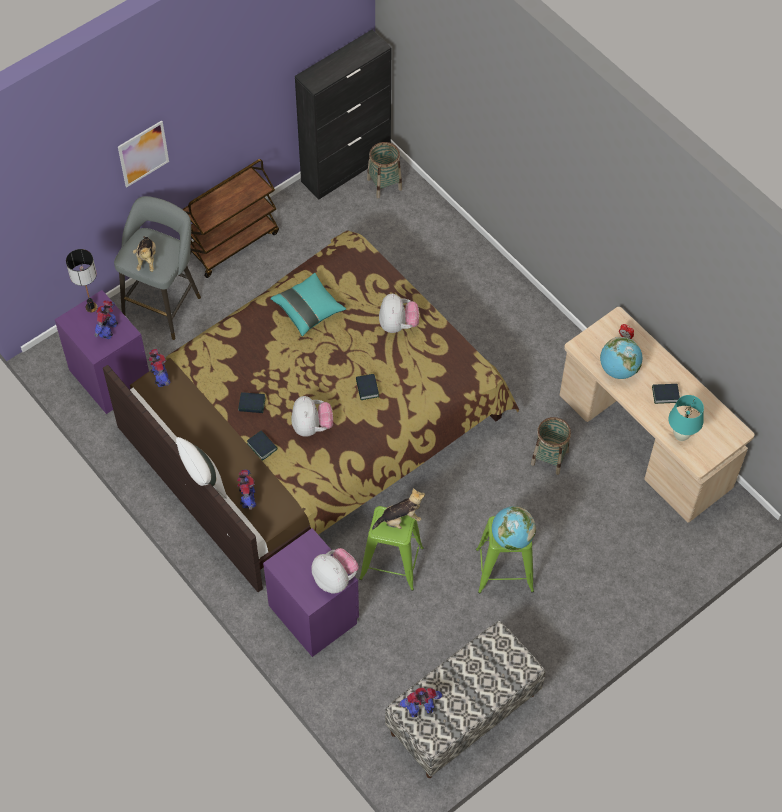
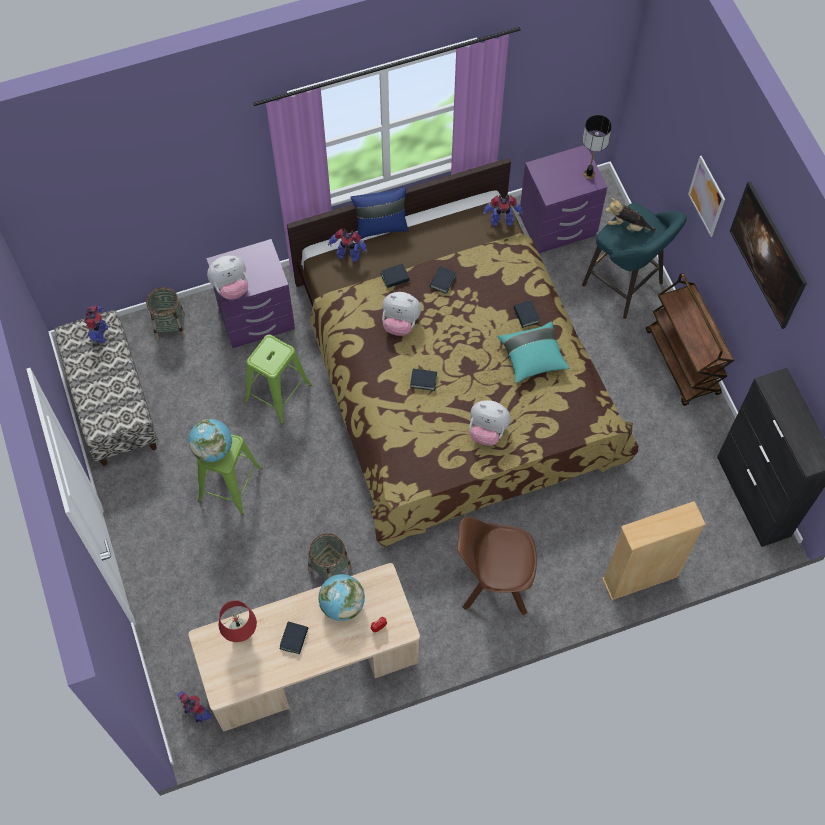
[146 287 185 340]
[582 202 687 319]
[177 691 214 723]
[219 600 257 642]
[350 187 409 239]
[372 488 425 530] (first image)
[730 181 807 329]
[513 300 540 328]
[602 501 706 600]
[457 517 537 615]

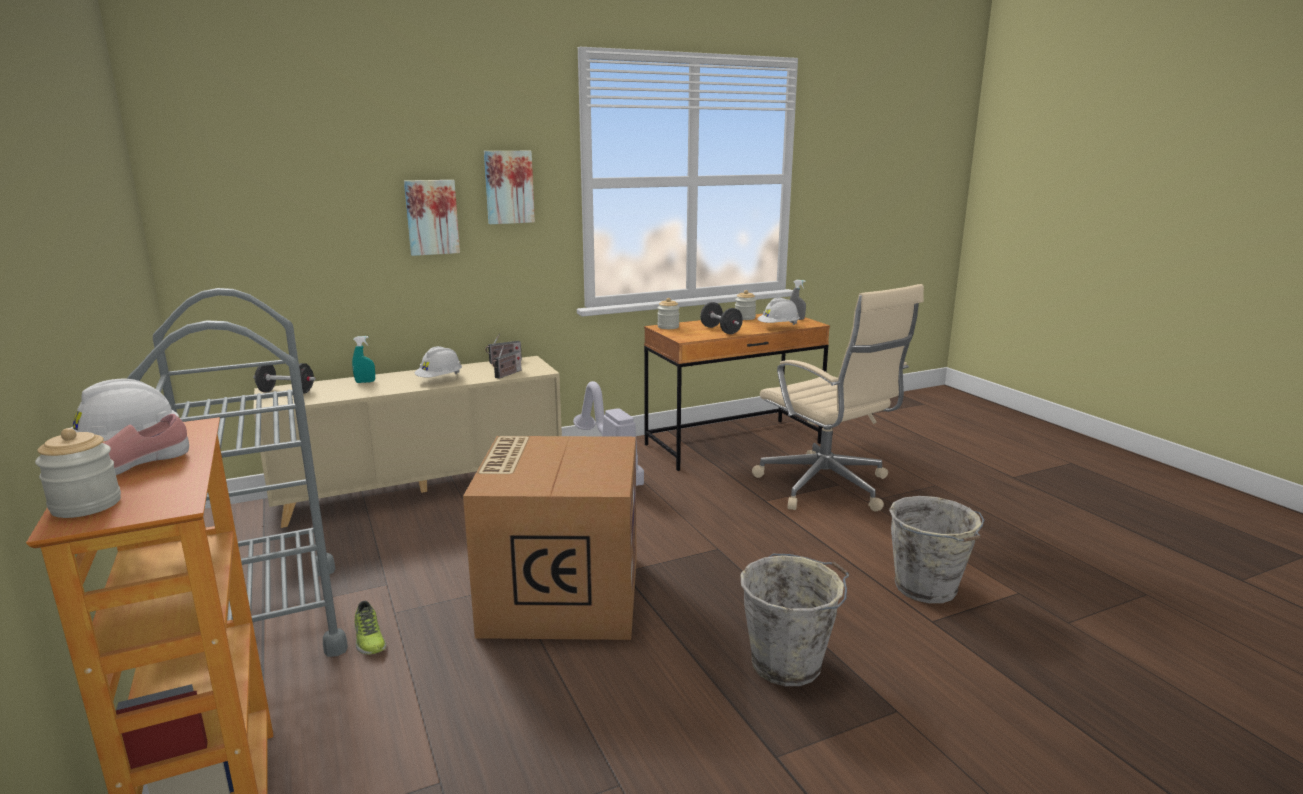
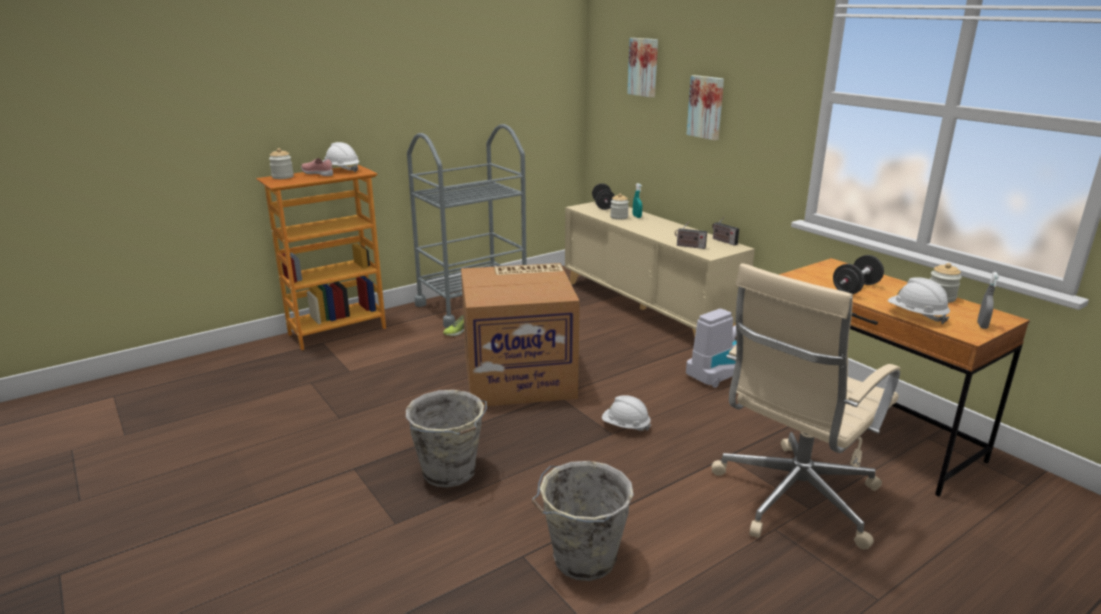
[627 38 658 98]
[610 193 629 220]
[602 395 651 431]

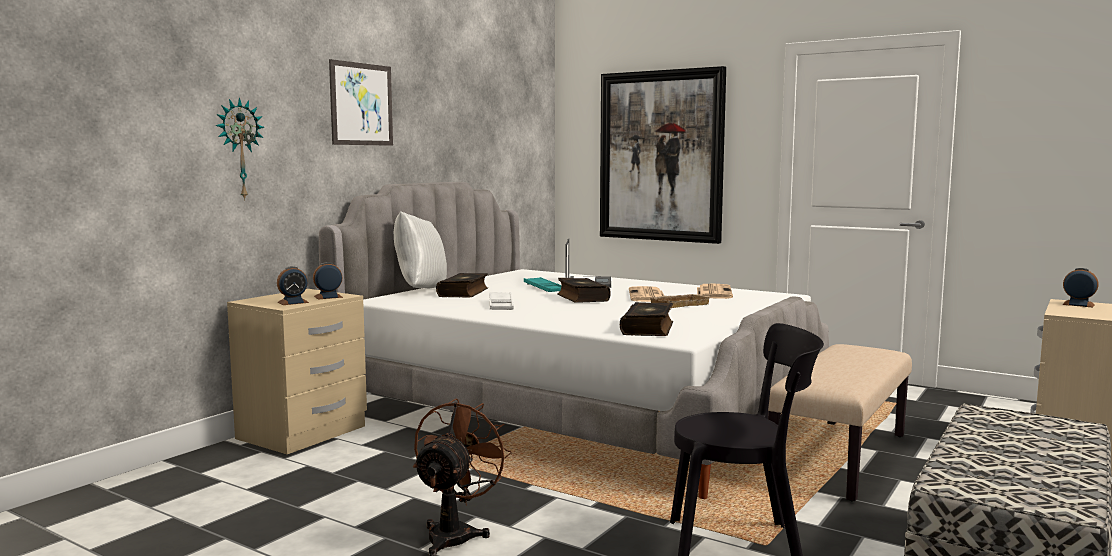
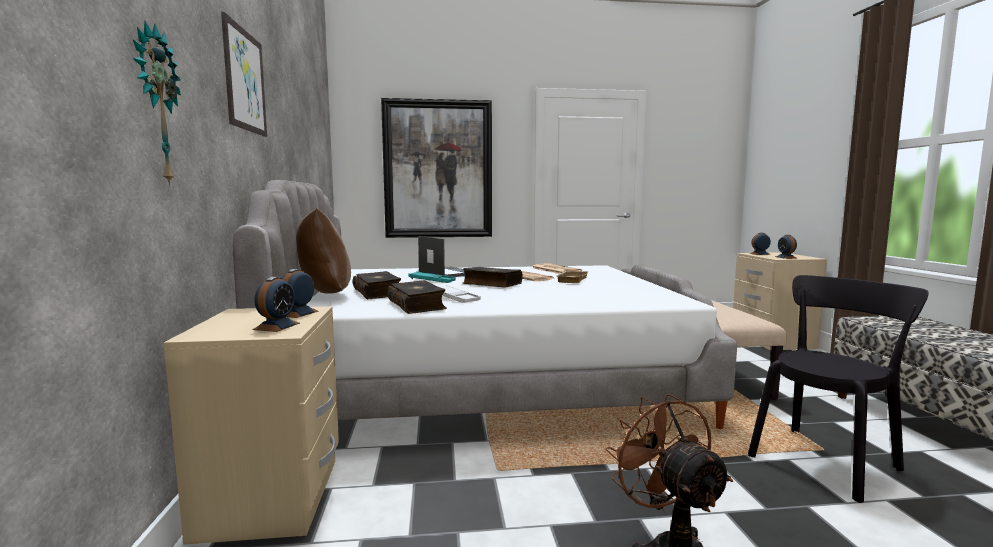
[295 208 351 294]
[387 280 447 314]
[775 235 798 259]

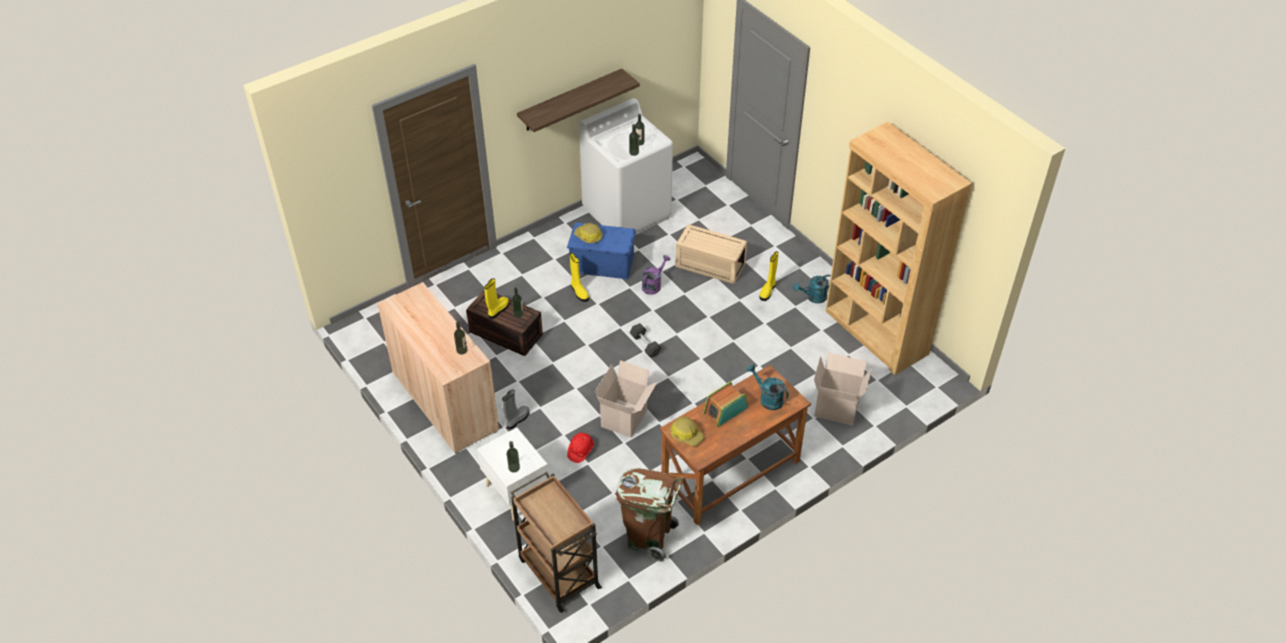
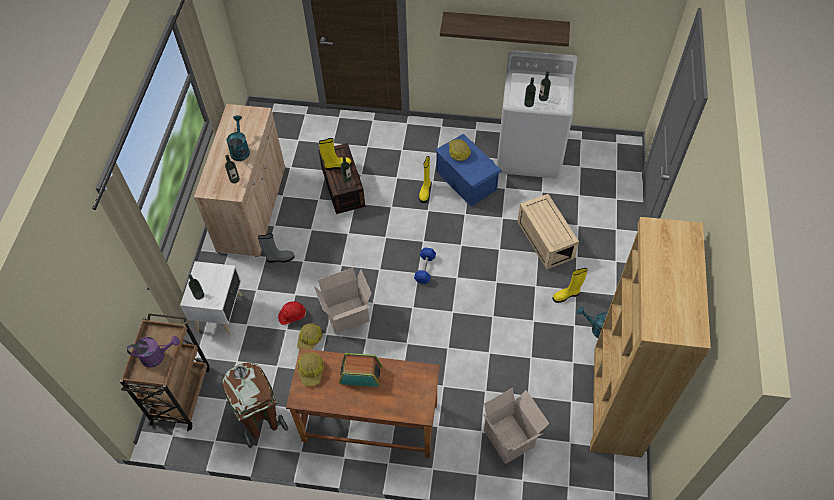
[127 336 180 368]
[414 247 436 284]
[227 115 250 161]
[297 323 323 350]

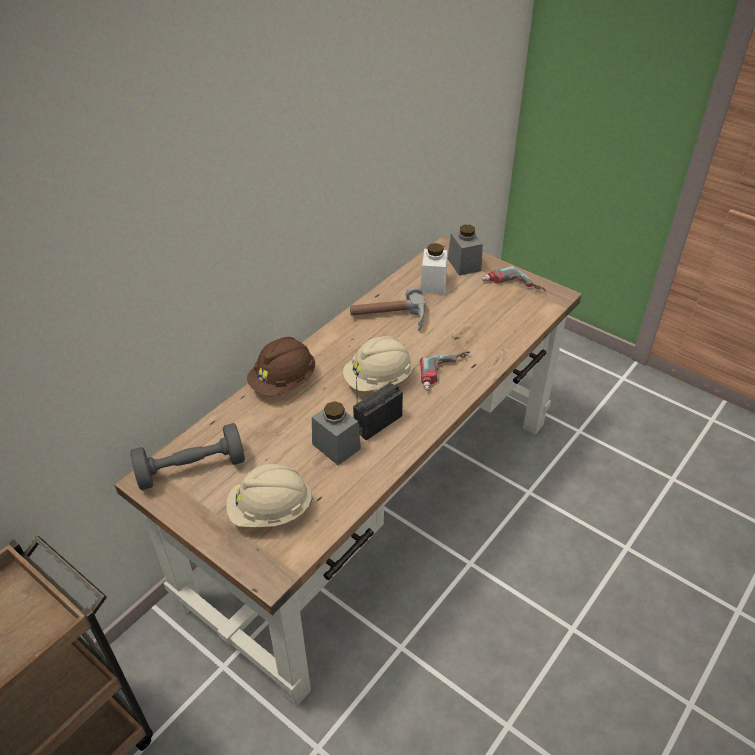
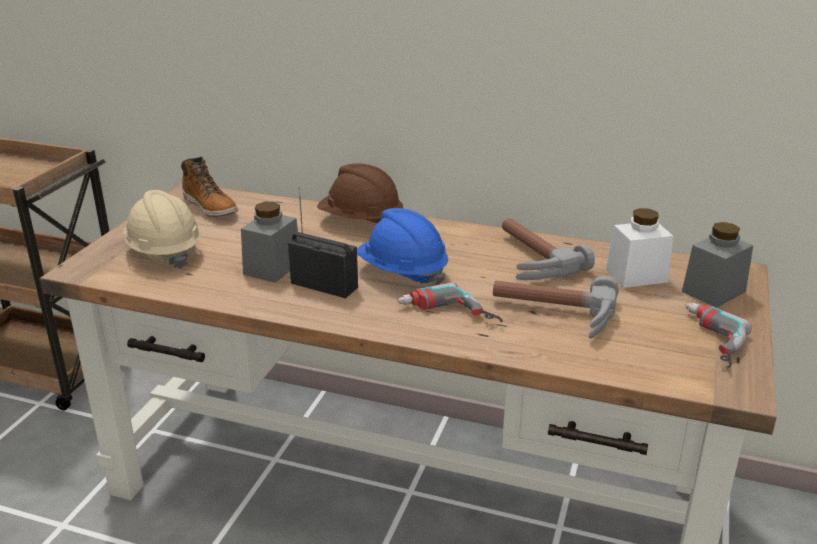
[357 208 448 286]
[181 157 238 217]
[493 276 619 339]

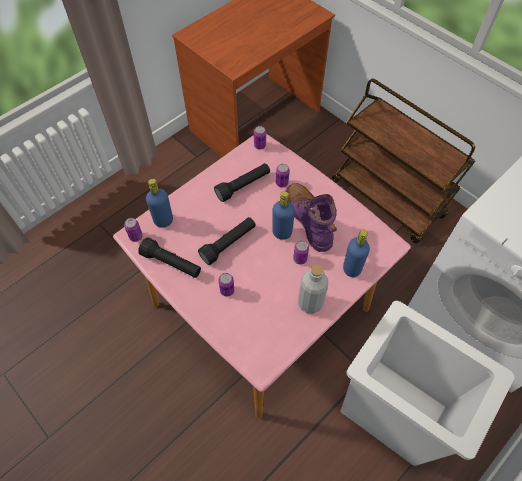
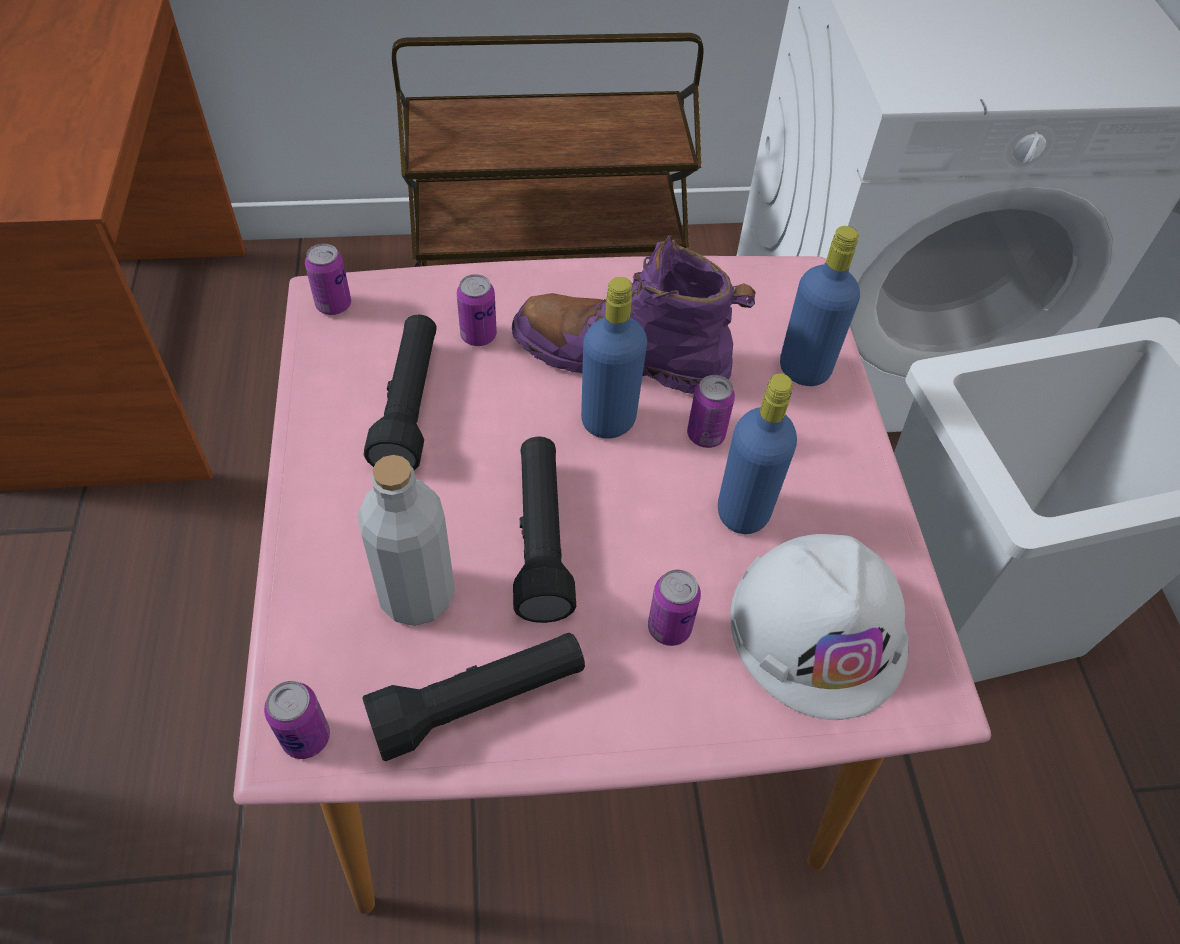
[718 374 797 534]
[358 455 455 626]
[730 534 909 720]

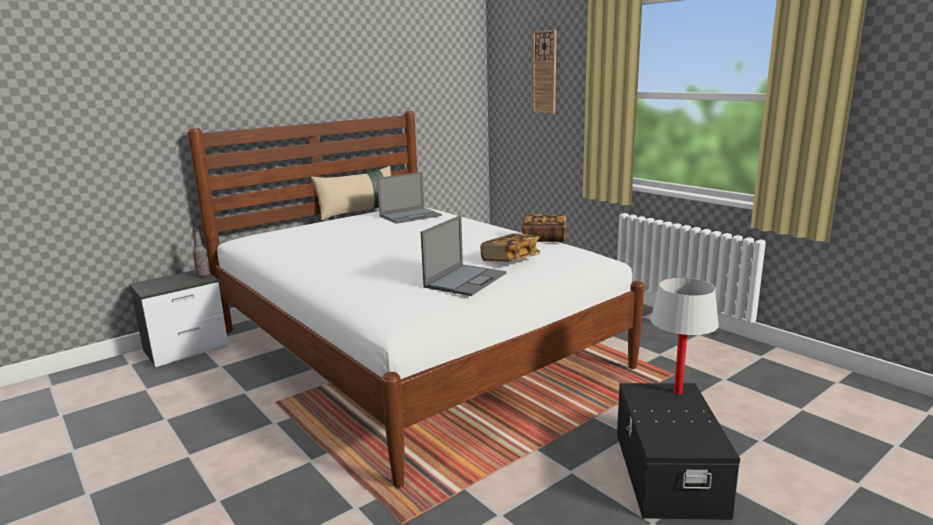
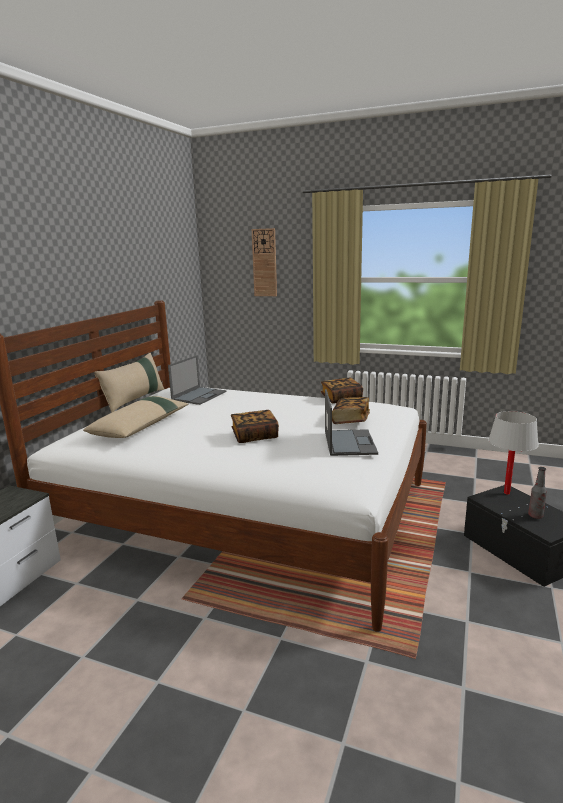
[528 467 547 519]
[83 396 188 438]
[231 410 279 443]

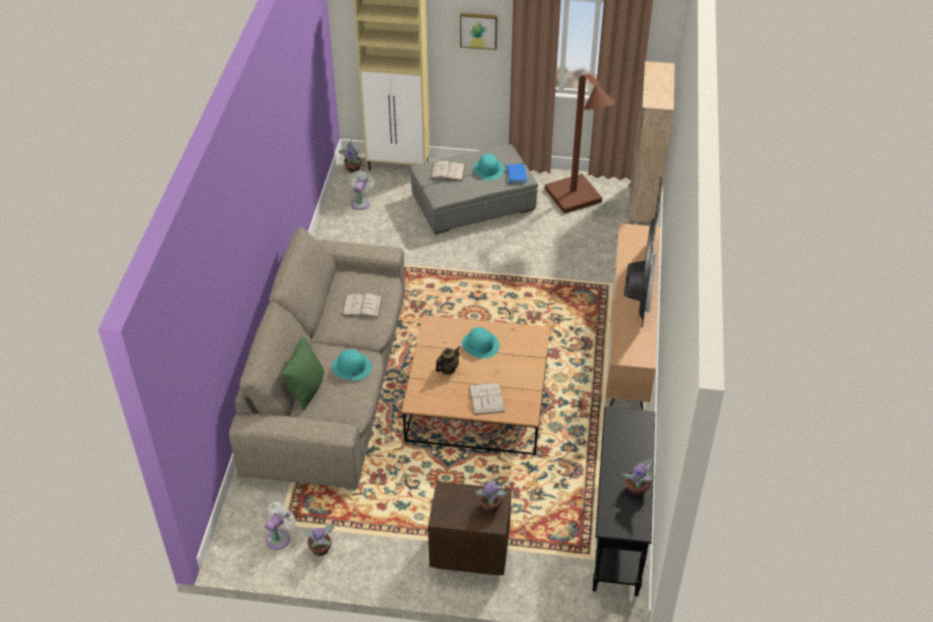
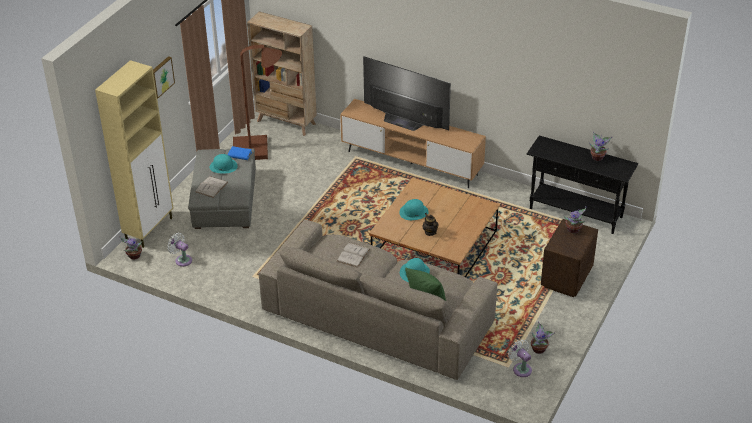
[469 382 505 415] (first image)

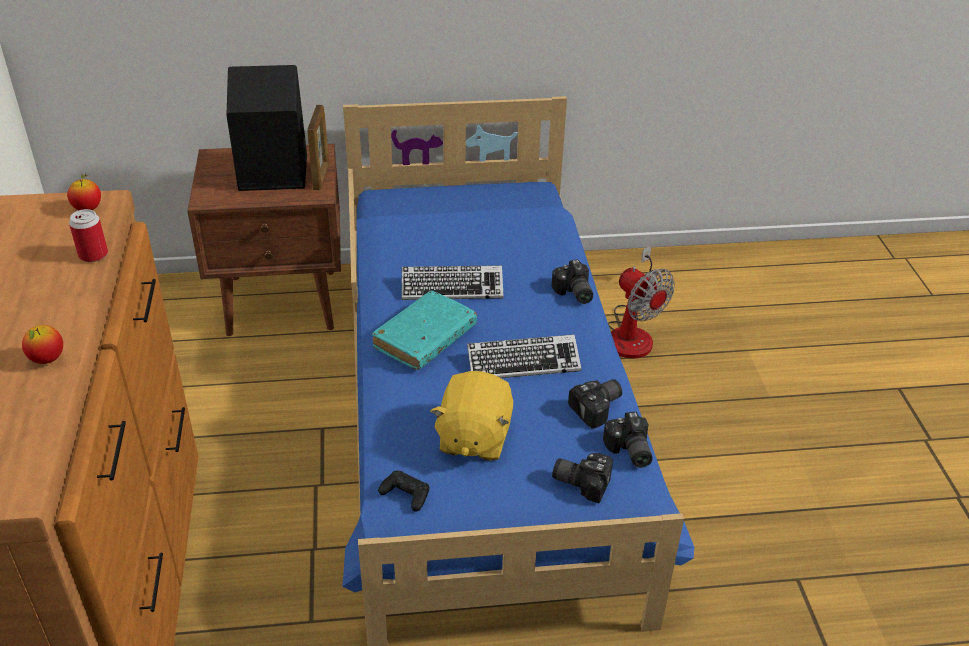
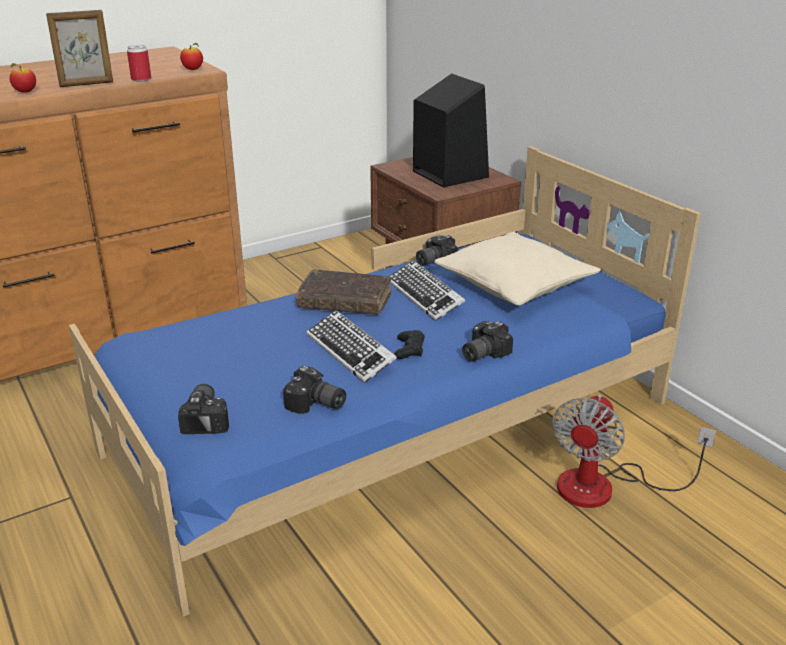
[46 10 113 87]
[296 269 392 314]
[431 371 513 461] (first image)
[416 235 458 266]
[394 330 425 359]
[434 232 601 306]

